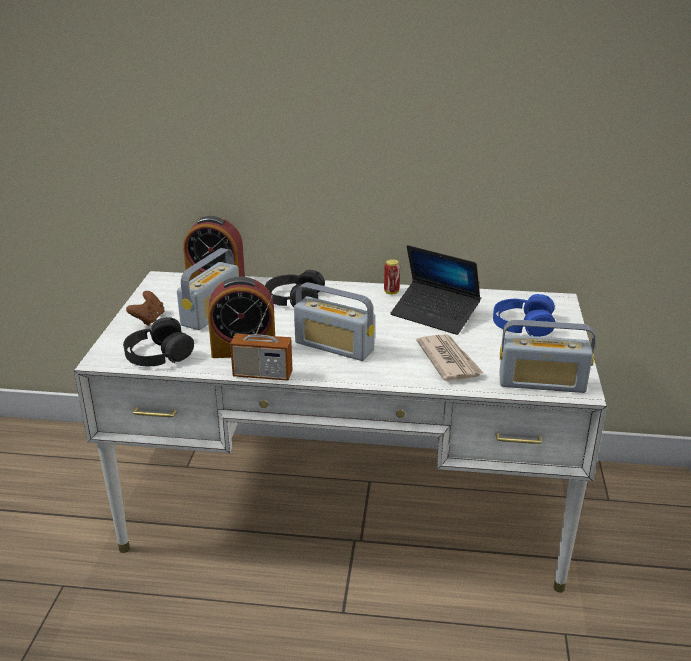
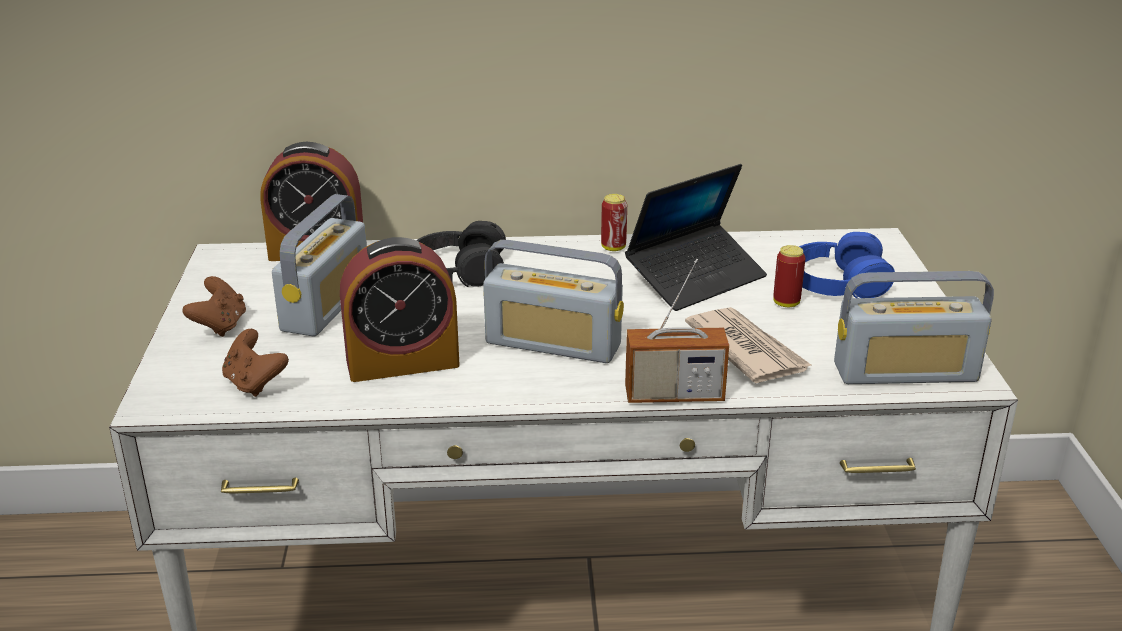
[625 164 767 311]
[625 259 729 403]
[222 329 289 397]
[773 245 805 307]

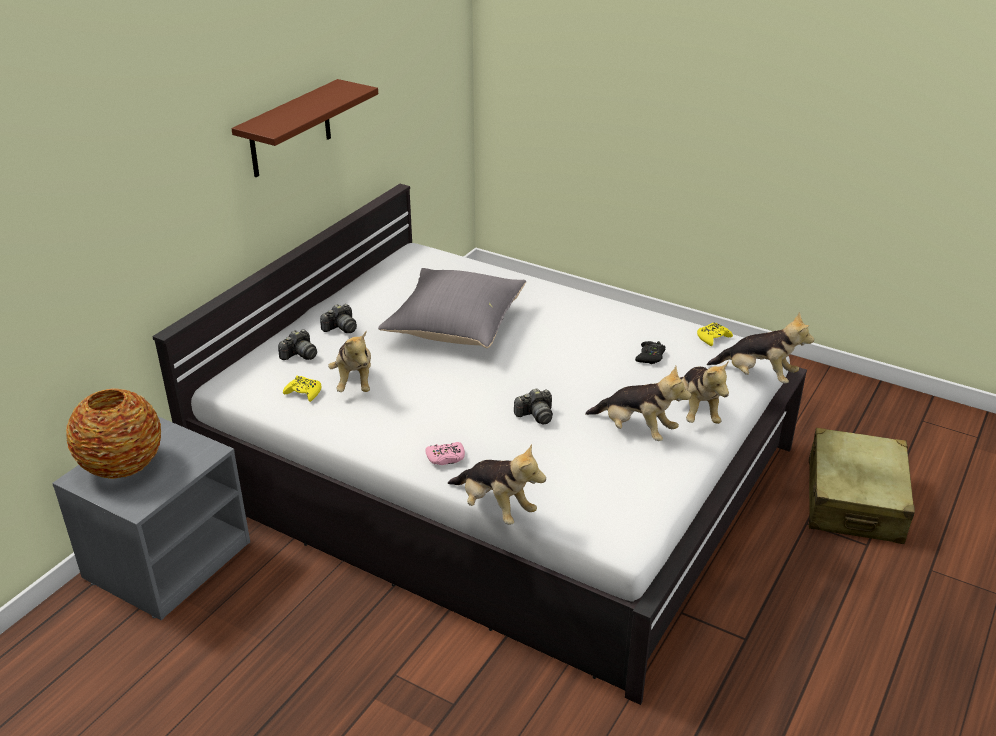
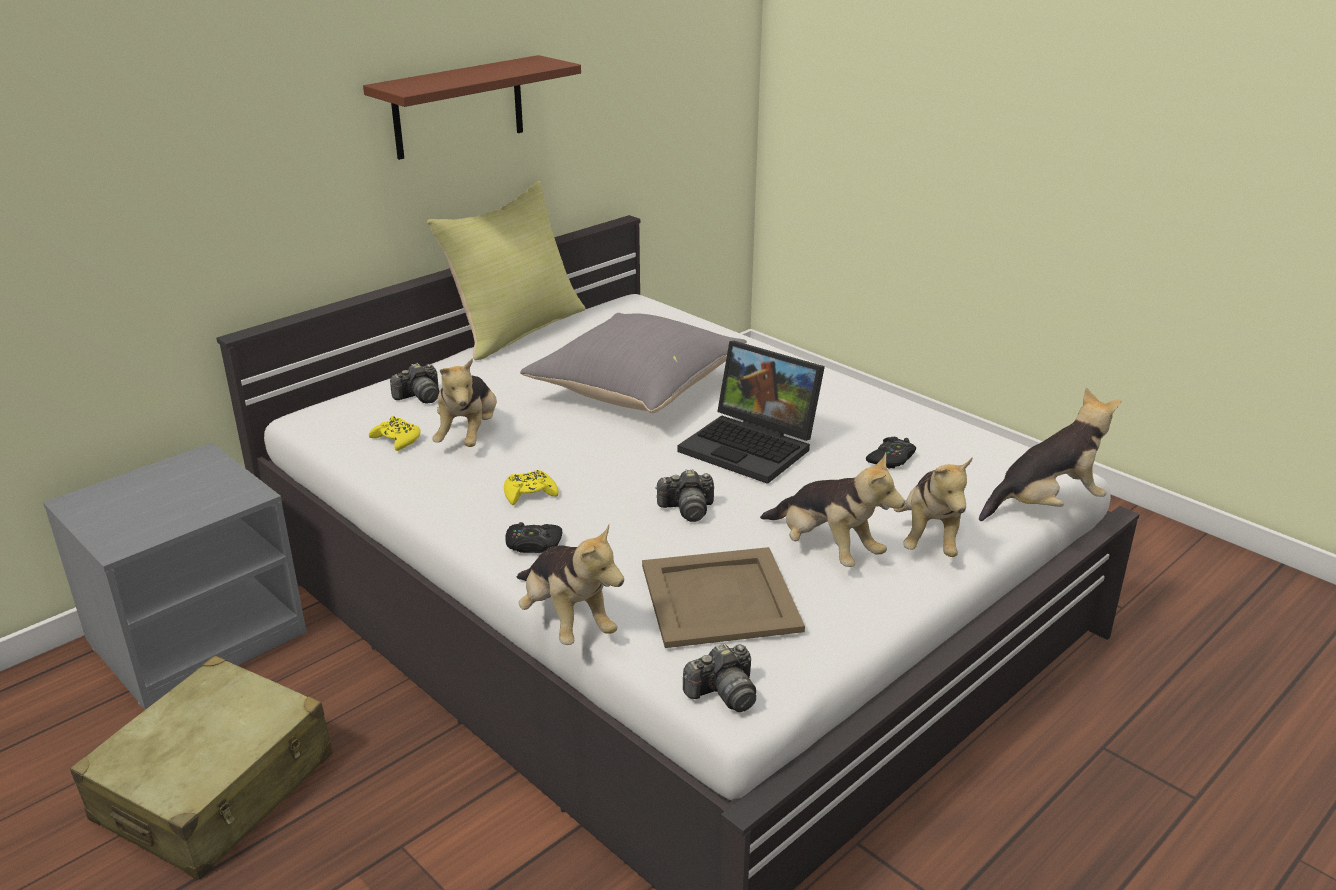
[683 644 756 712]
[979 388 1121 521]
[504 470 559 505]
[66 388 161 479] (first image)
[70 656 333 880]
[505 522 562 553]
[427 181 585 360]
[678 341 825 484]
[642 547 805 648]

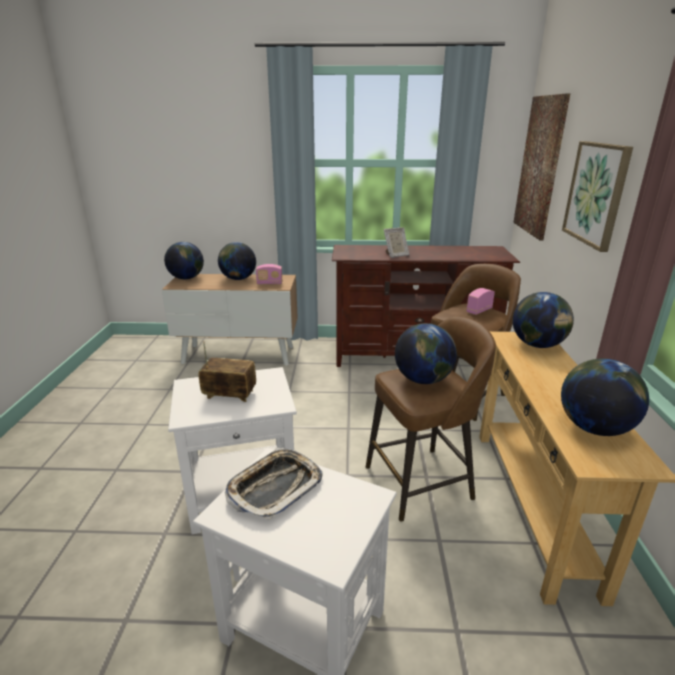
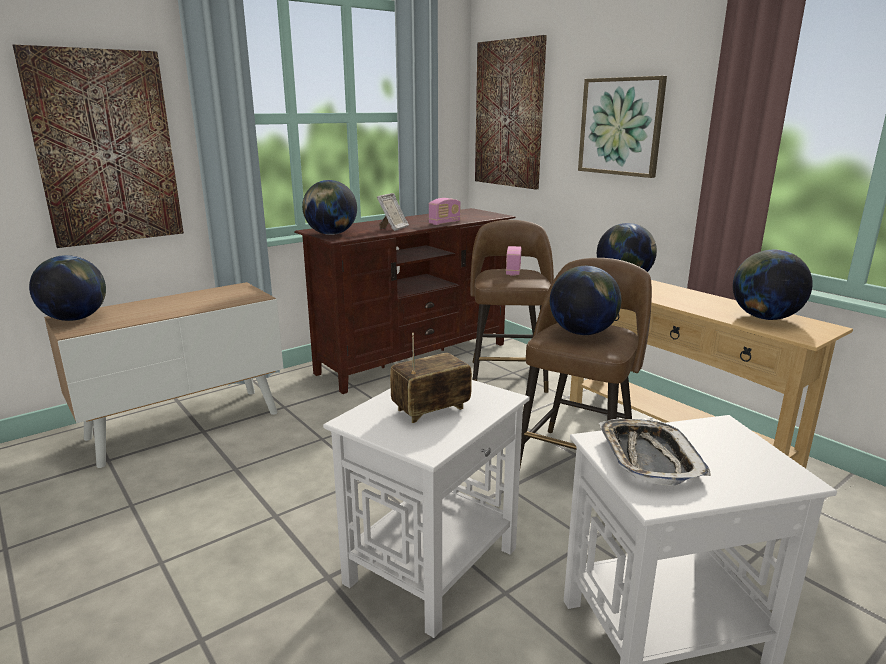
[302 180 357 235]
[428 198 461 225]
[13 45 184 248]

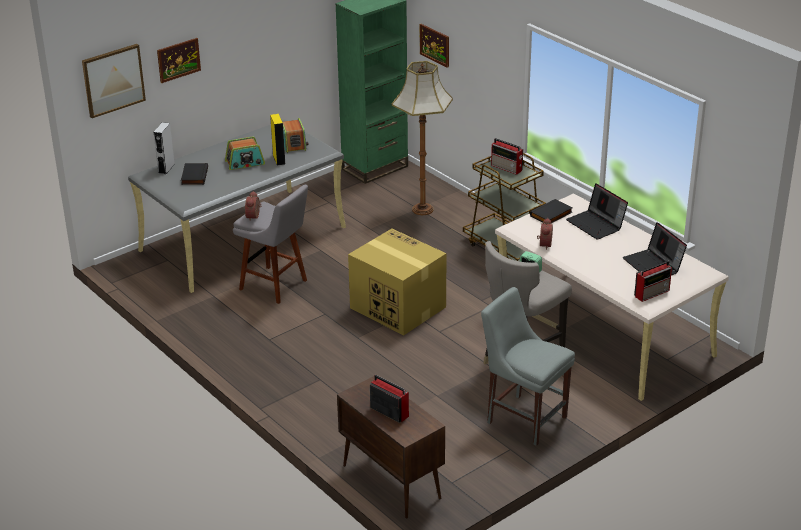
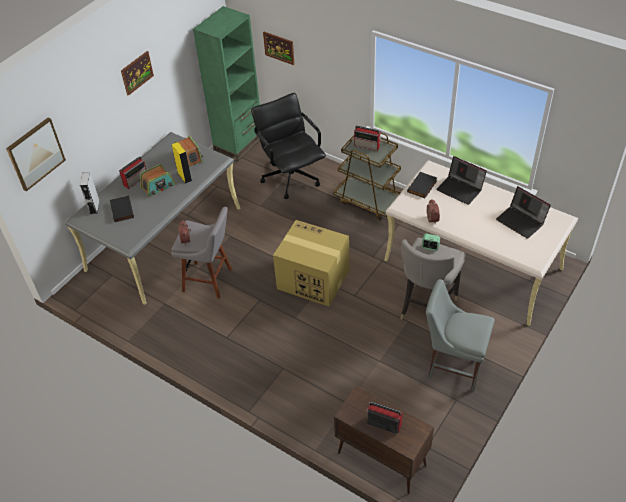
[121 51 154 96]
[251 93 326 199]
[119 156 146 189]

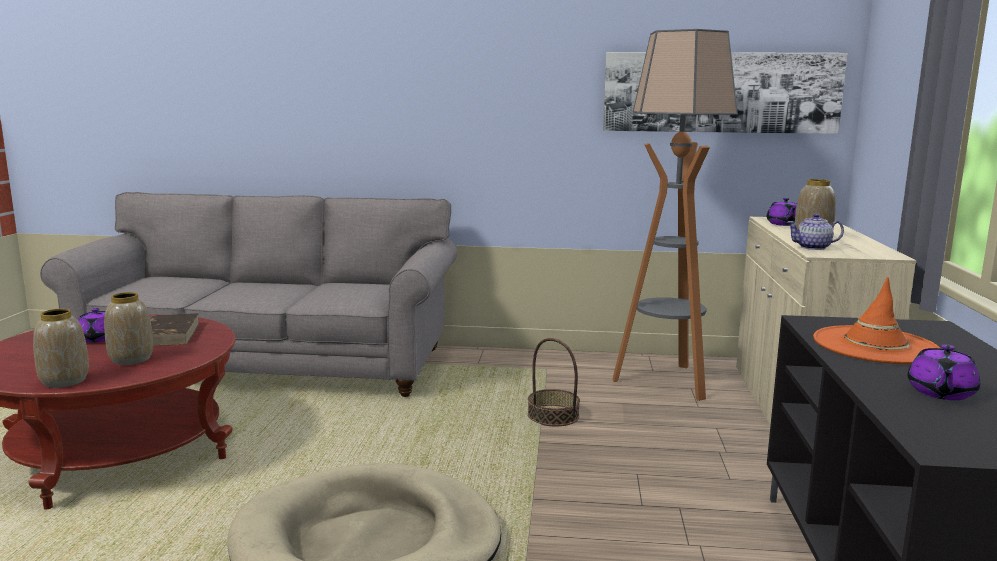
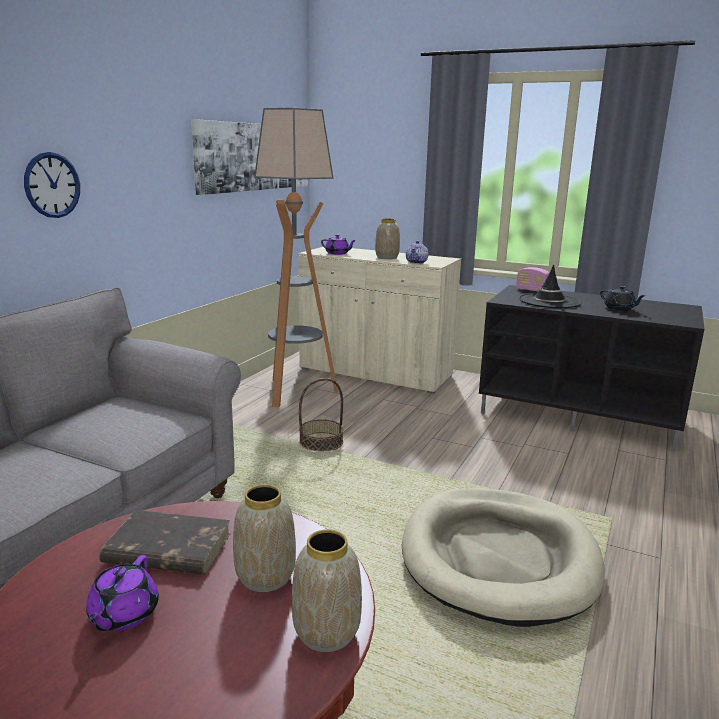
[519 264 582 308]
[600 286 646 311]
[24 152 80 218]
[516 267 550 291]

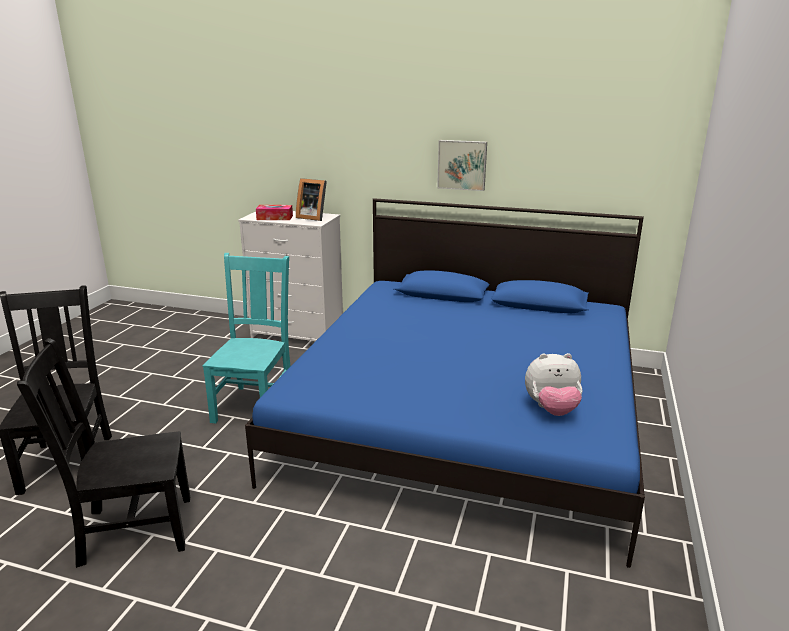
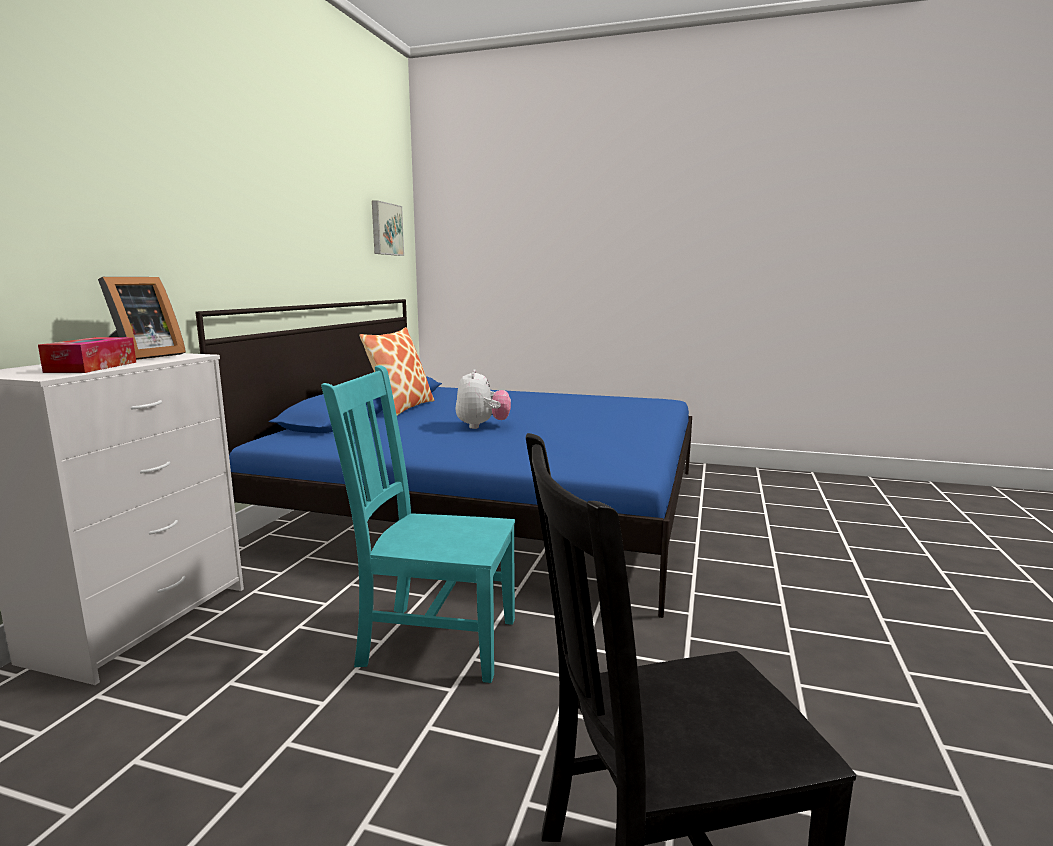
[372 200 404 256]
[17 338 190 568] (first image)
[456 369 511 429]
[360 327 434 416]

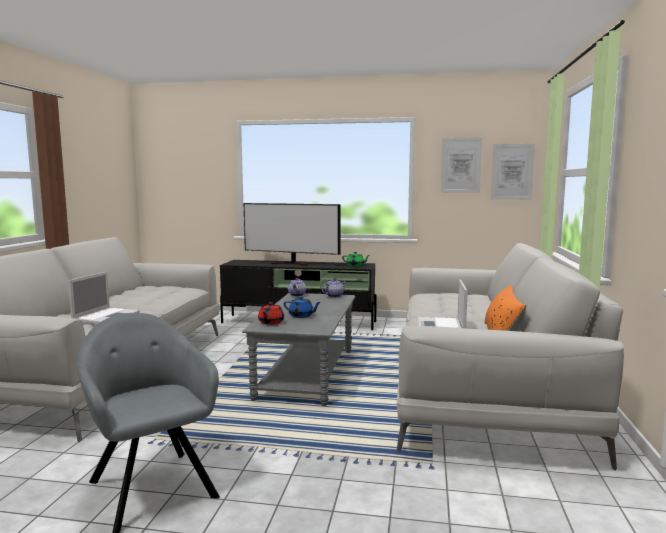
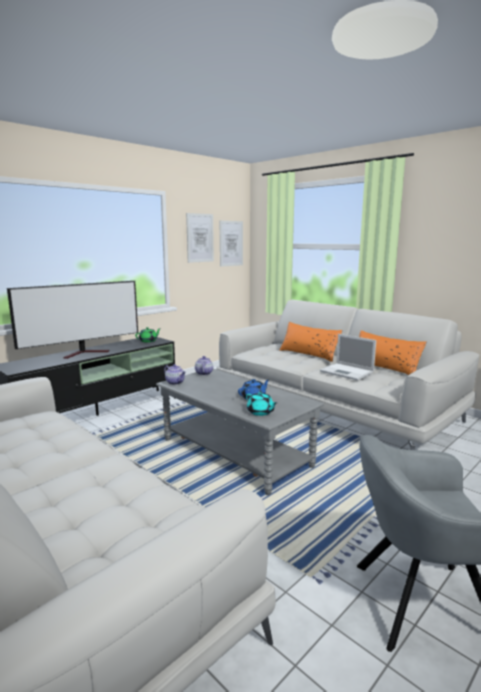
[68 272 140 324] (first image)
[246 392 277 416]
[280 322 343 362]

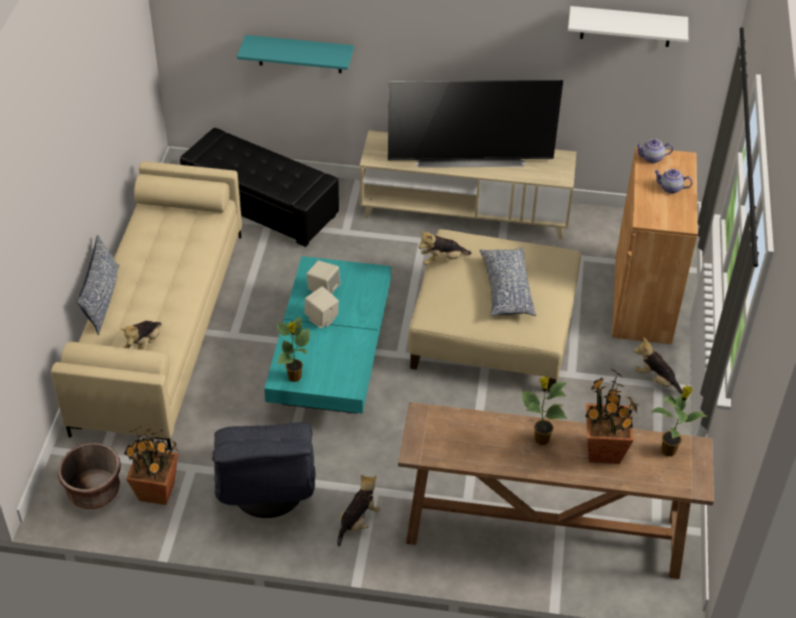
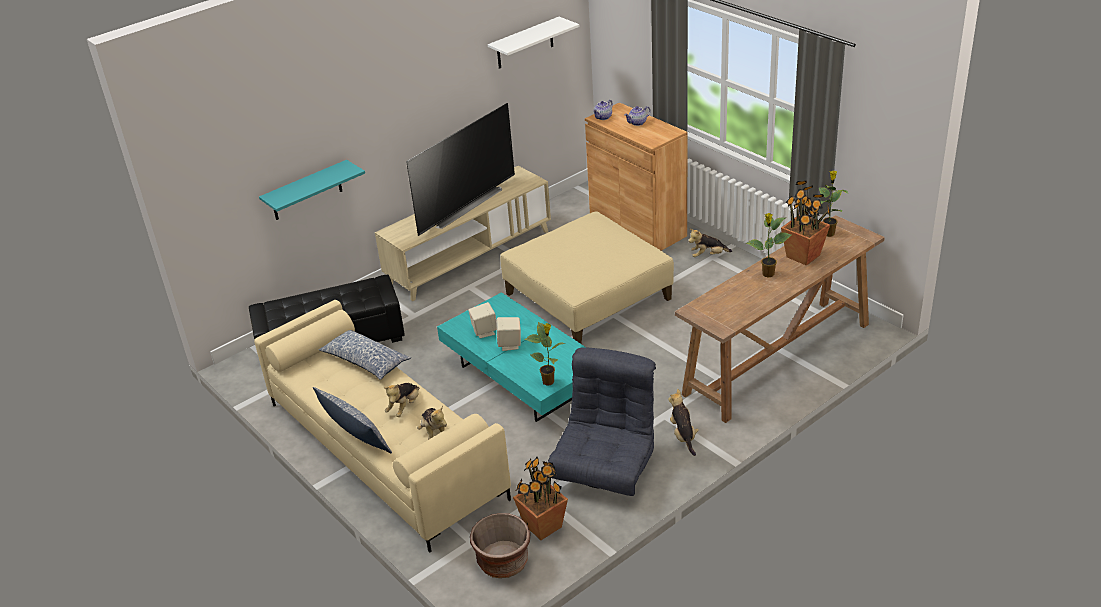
[384 383 419 417]
[318 330 411 380]
[548 347 656 496]

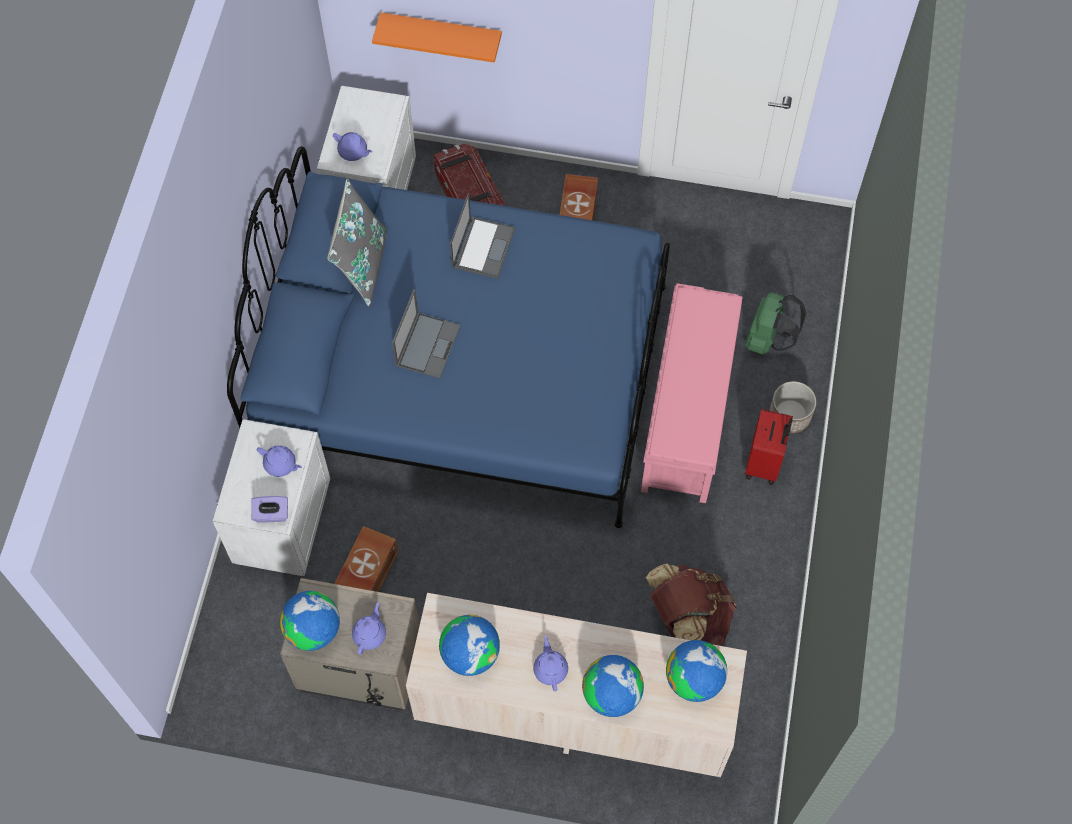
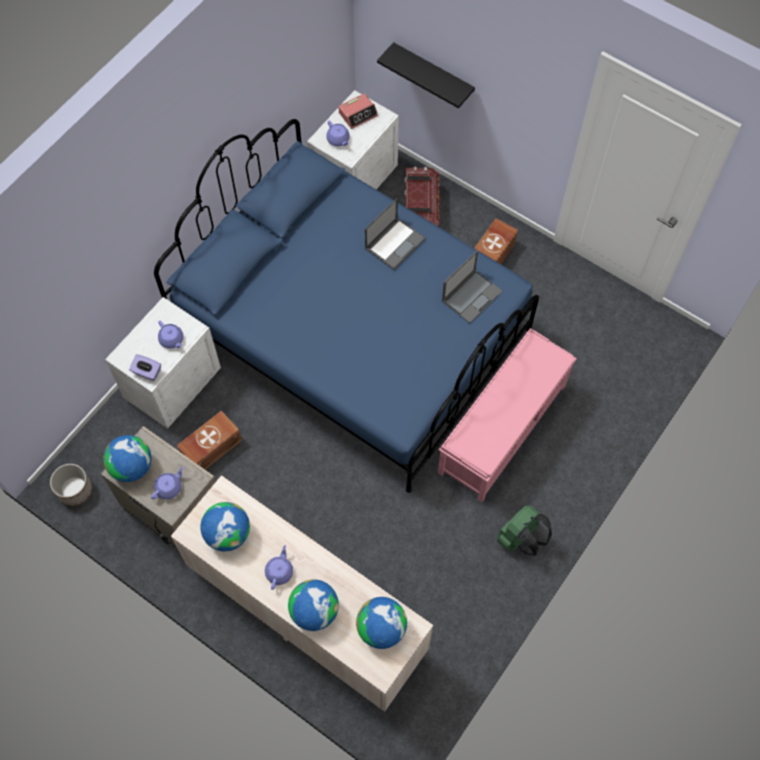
[377 42 475 108]
[327 179 388 307] (first image)
[442 250 502 323]
[497 505 552 556]
[50 464 92 506]
[745 409 793 485] (first image)
[646 564 737 646] (first image)
[339 93 378 129]

